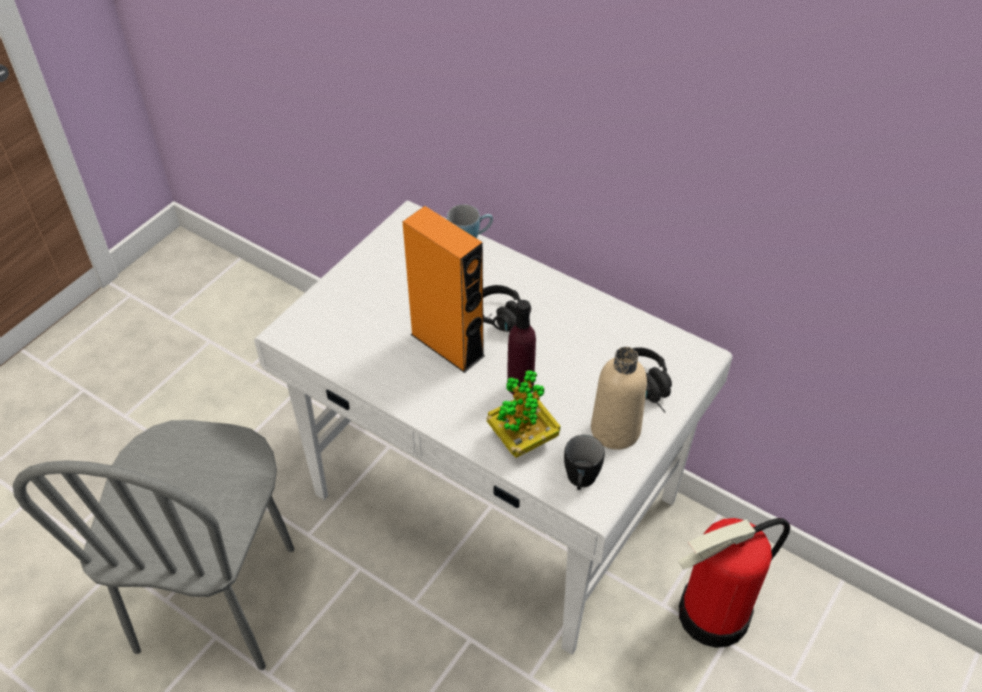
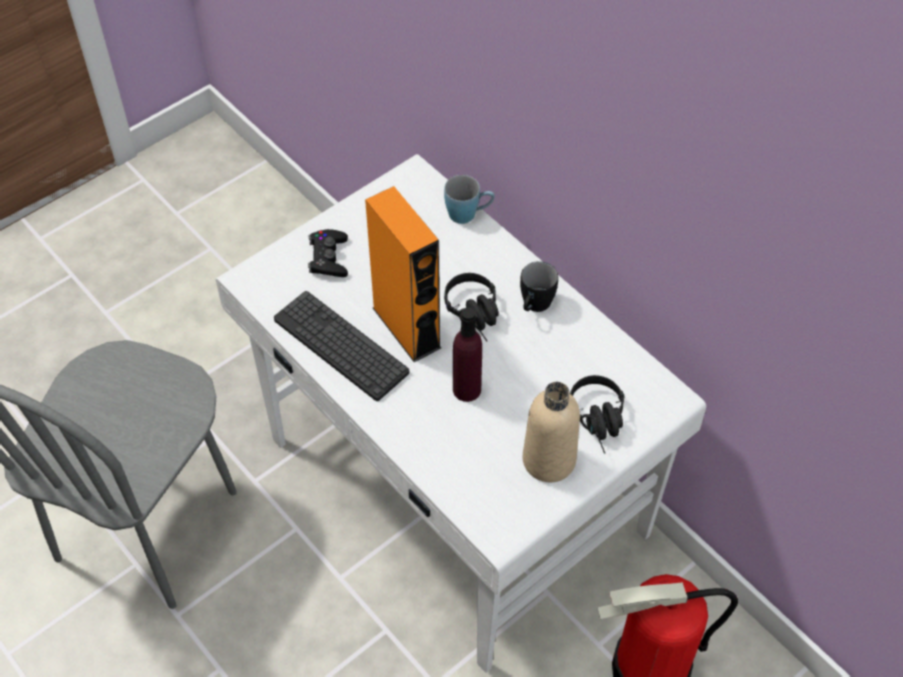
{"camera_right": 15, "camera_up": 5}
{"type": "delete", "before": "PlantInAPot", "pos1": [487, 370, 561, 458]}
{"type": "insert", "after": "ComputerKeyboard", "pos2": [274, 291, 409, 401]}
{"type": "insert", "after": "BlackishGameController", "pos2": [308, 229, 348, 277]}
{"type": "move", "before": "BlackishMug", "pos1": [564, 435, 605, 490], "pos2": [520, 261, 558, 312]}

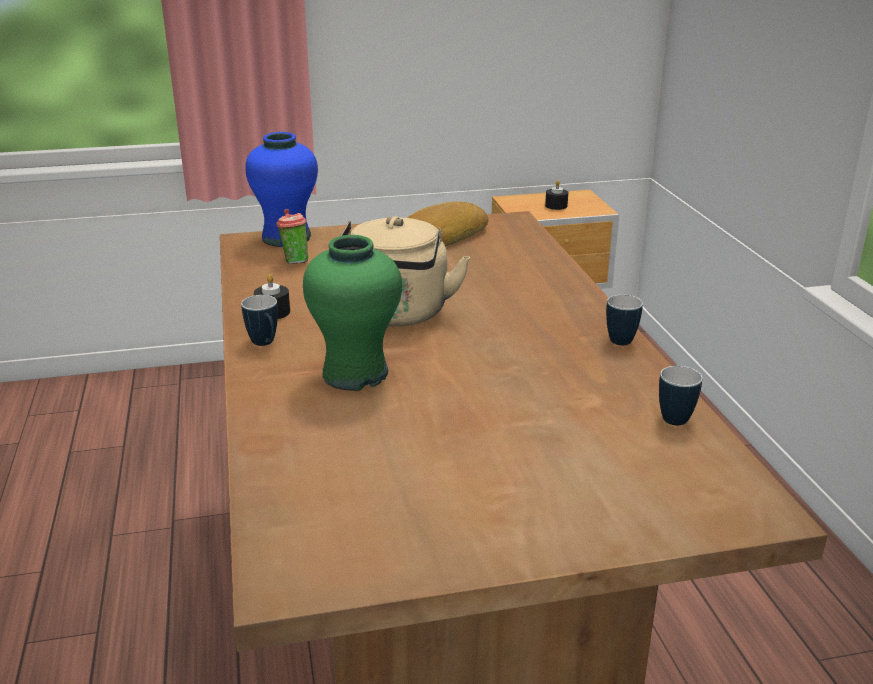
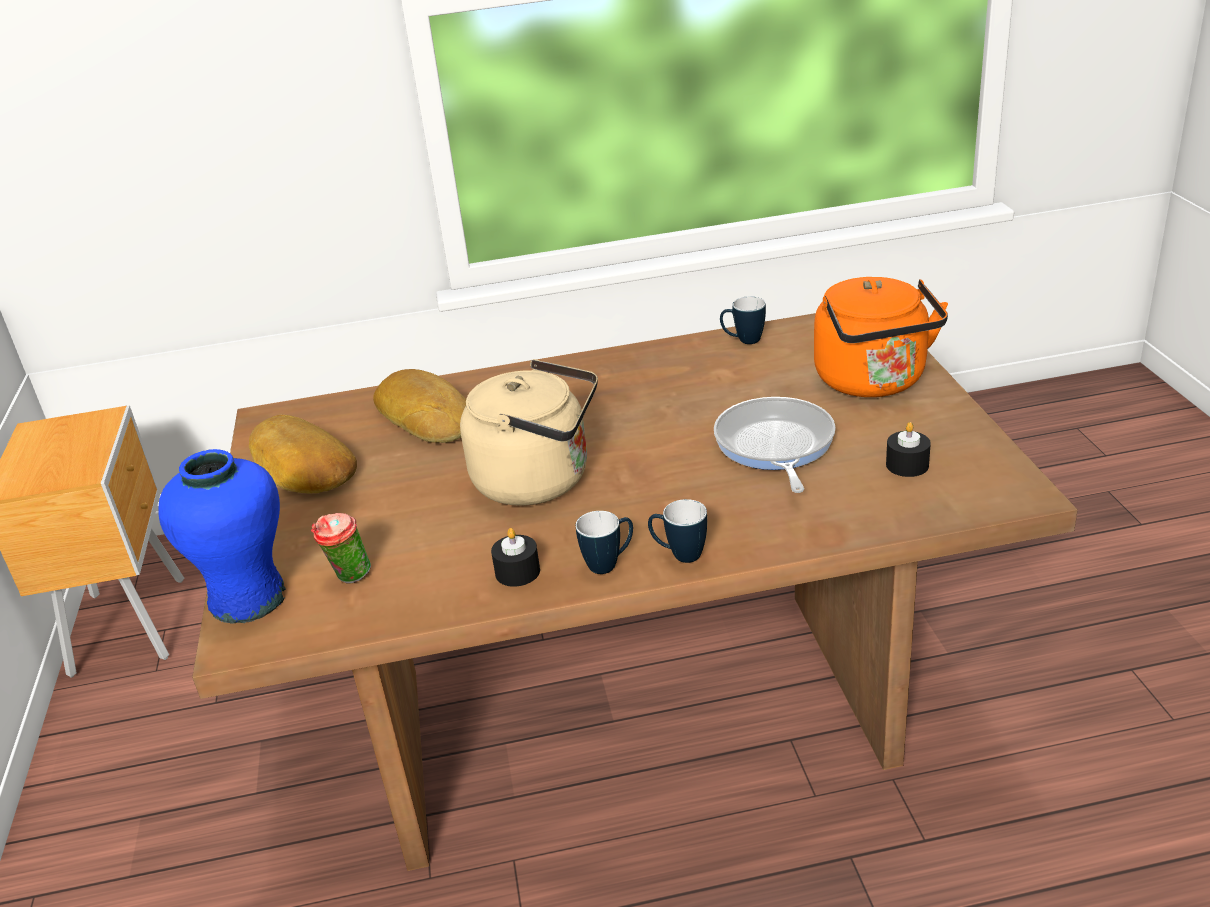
{"camera_right": -85, "camera_up": 5}
{"type": "delete", "before": "GreenVase", "pos1": [303, 235, 402, 391]}
{"type": "insert", "after": "BakedBread", "pos2": [373, 369, 466, 443]}
{"type": "insert", "after": "FryingPan", "pos2": [714, 397, 836, 493]}
{"type": "insert", "after": "OrangeyTeaKettle", "pos2": [814, 277, 948, 397]}
{"type": "move", "before": "BlackishWaxCandle", "pos1": [545, 180, 568, 210], "pos2": [886, 422, 931, 477]}
{"type": "move", "before": "Mug", "pos1": [606, 294, 643, 345], "pos2": [648, 499, 707, 563]}

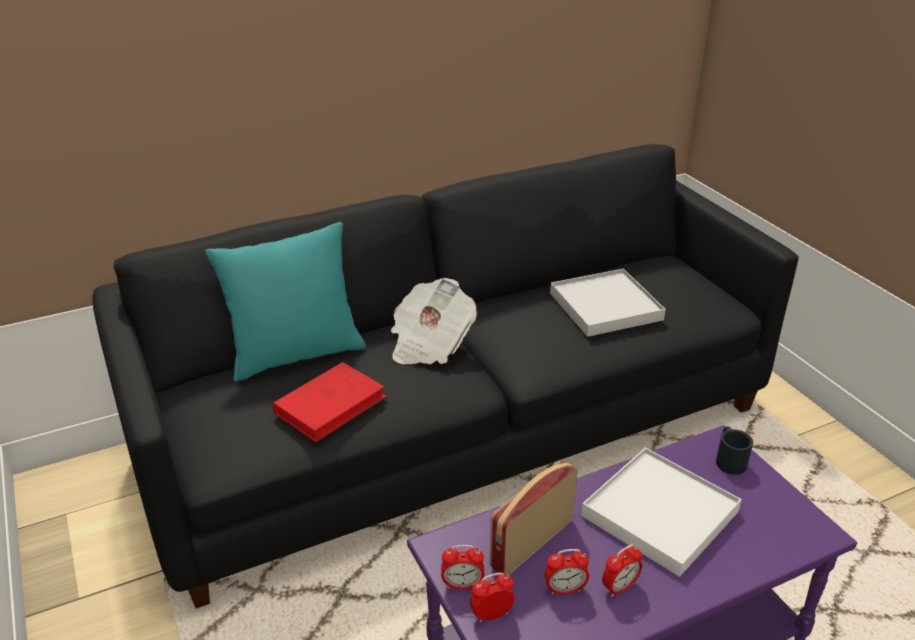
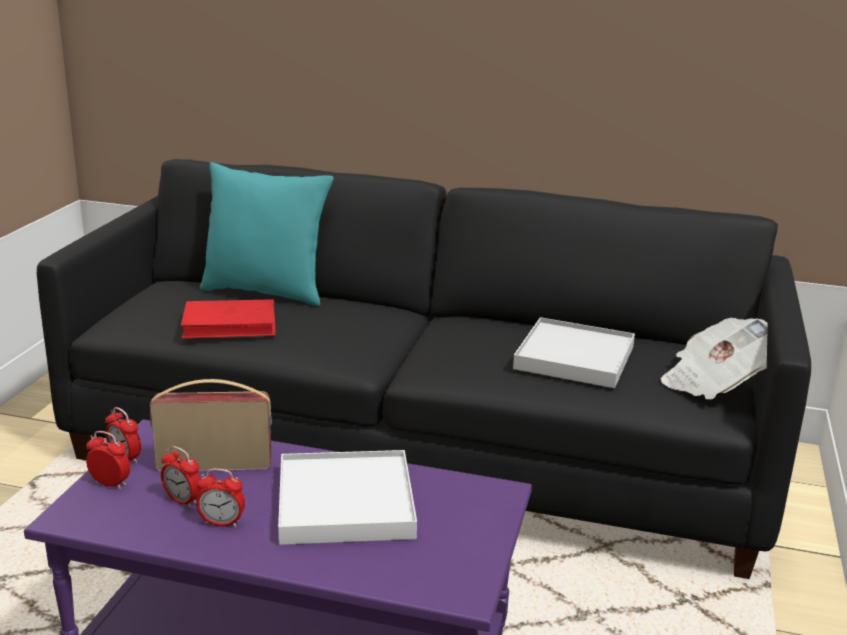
{"camera_right": 40, "camera_up": -10}
{"type": "delete", "before": "BlackishMug", "pos1": [716, 427, 753, 475]}
{"type": "move", "before": "DailyPaper", "pos1": [391, 278, 477, 364], "pos2": [661, 318, 768, 399]}

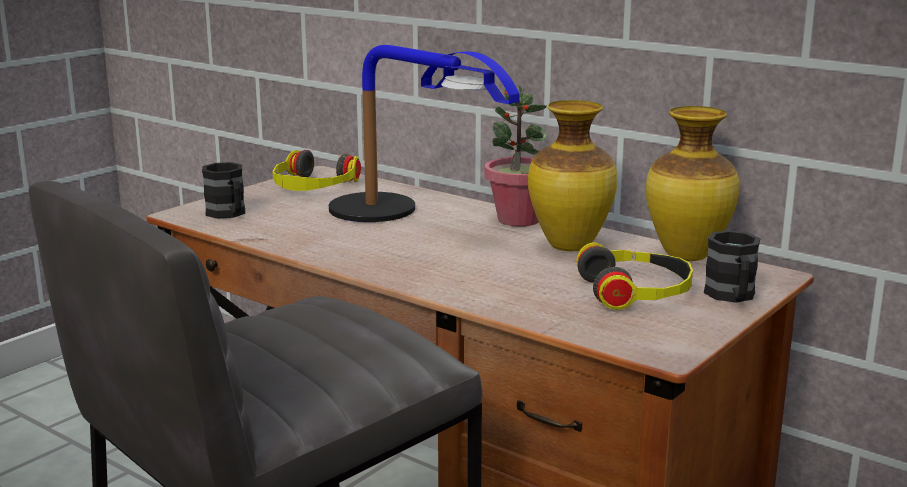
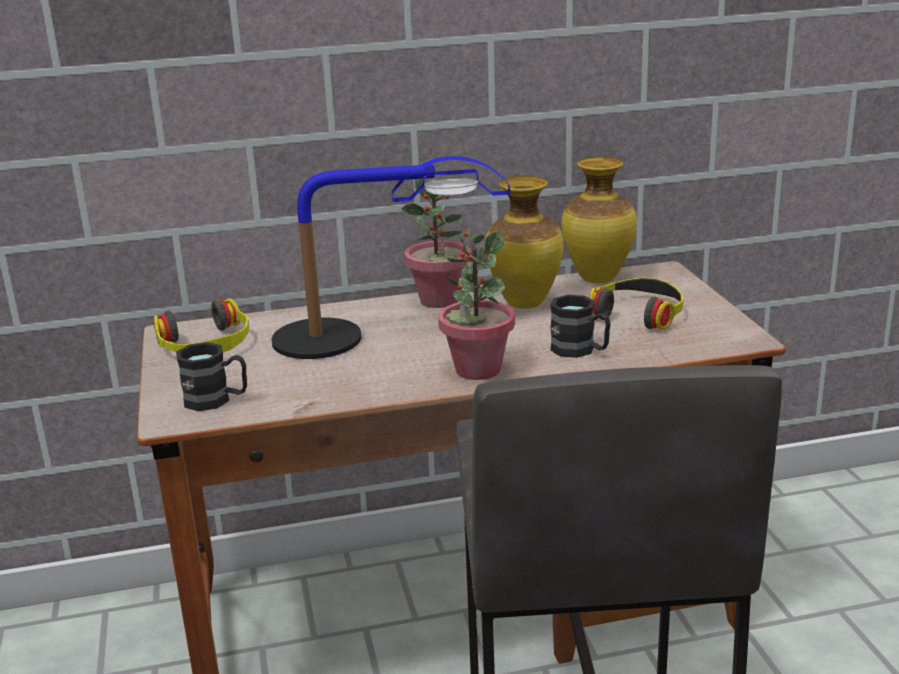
{"camera_right": -50, "camera_up": 5}
{"type": "insert", "after": "PlantInAPot", "pos2": [438, 230, 515, 380]}
{"type": "move", "before": "BlackishMug", "pos1": [704, 230, 761, 303], "pos2": [550, 295, 611, 358]}

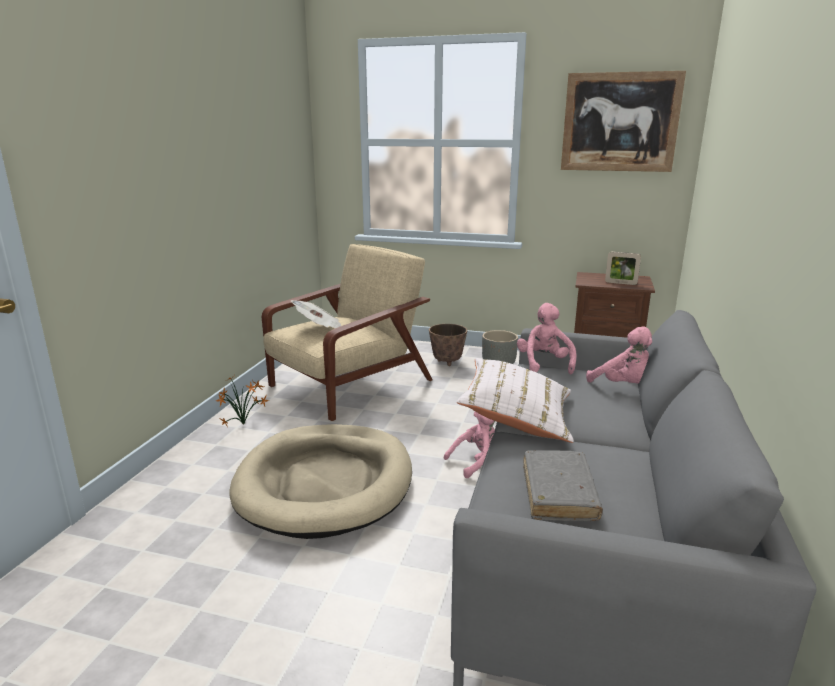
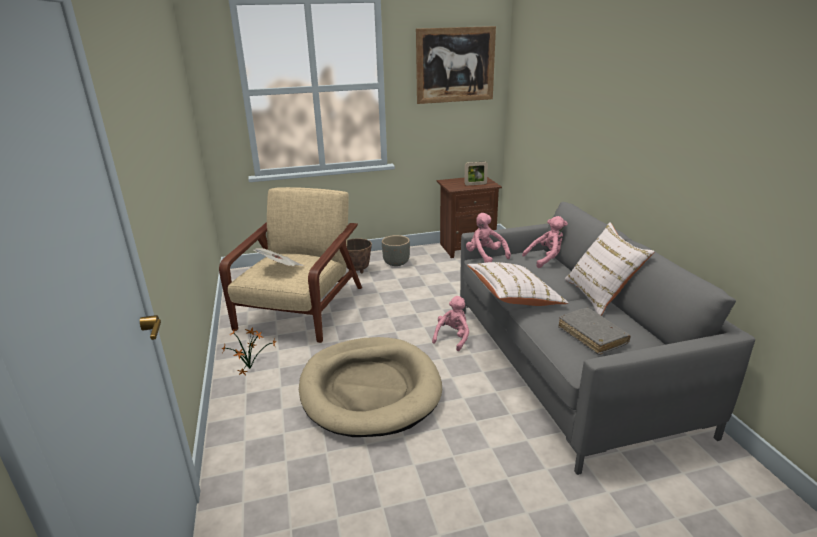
{"camera_right": -30, "camera_up": 5}
{"type": "insert", "after": "WhiteThrowPillow", "pos2": [565, 222, 655, 315]}
{"type": "rotate", "before": "PinkishPlushToy", "pos1": [586, 326, 652, 384], "pos2": [522, 216, 568, 268], "turn": -45}

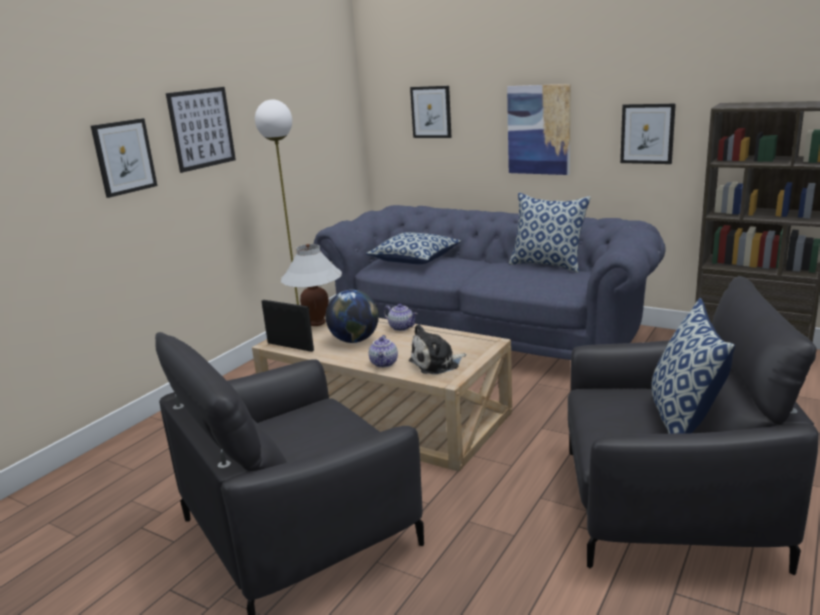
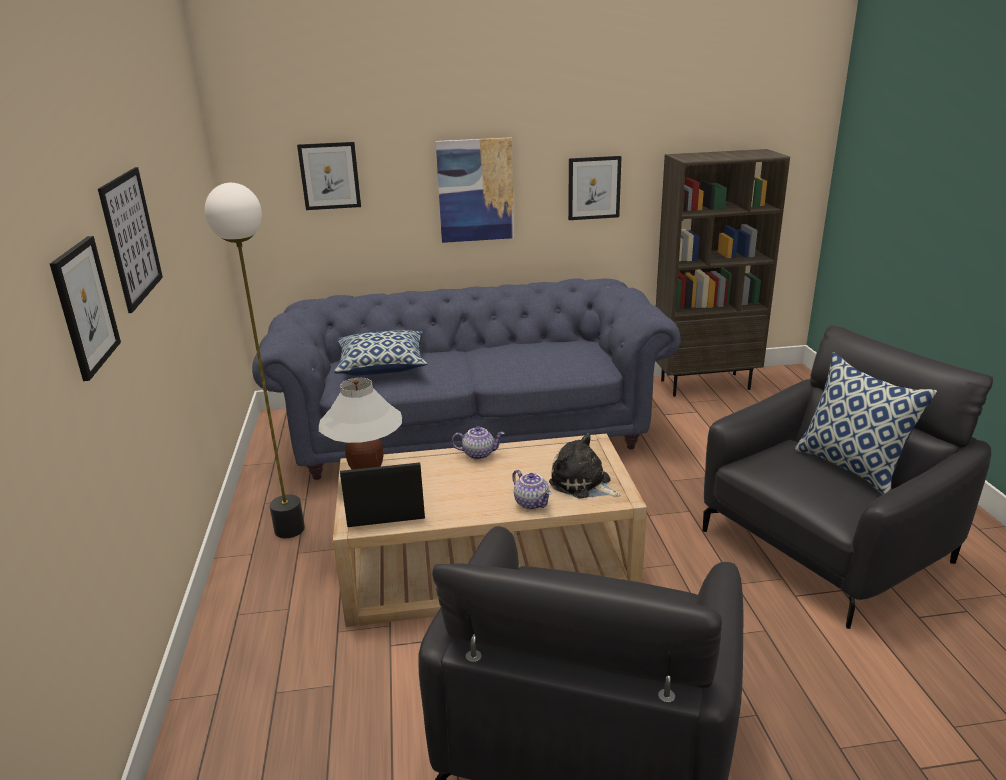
{"camera_right": -40, "camera_up": 5}
{"type": "delete", "before": "DeskGlobe", "pos1": [326, 290, 379, 343]}
{"type": "delete", "before": "ThrowPillow", "pos1": [509, 193, 591, 273]}
{"type": "rotate", "before": "PlushToy", "pos1": [409, 324, 466, 375], "pos2": [549, 433, 621, 499], "turn": 105}

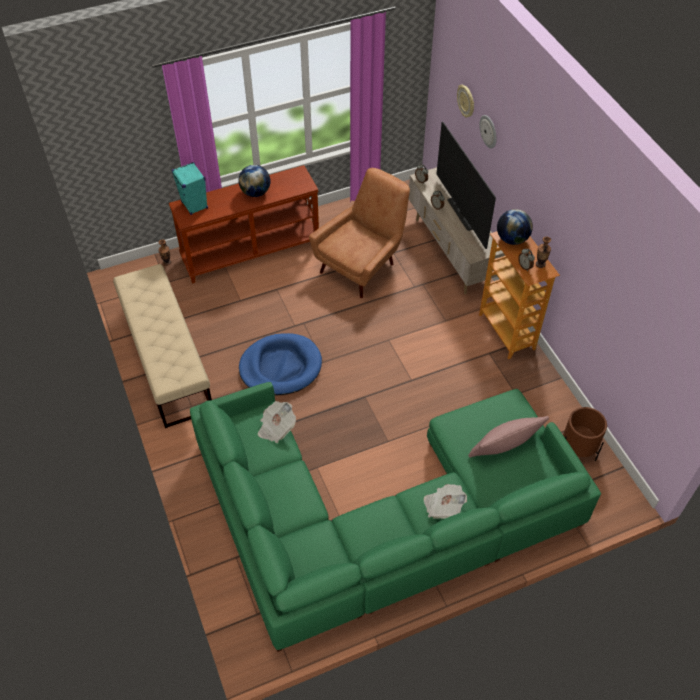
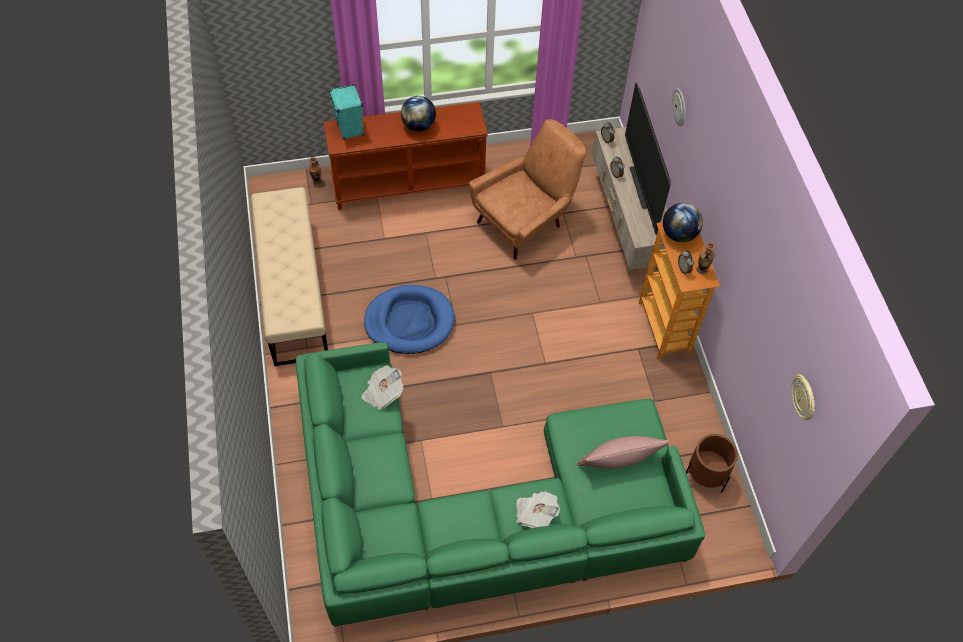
{"camera_right": 10, "camera_up": 5}
{"type": "move", "before": "ClockOnTheWall", "pos1": [457, 85, 474, 118], "pos2": [791, 374, 815, 420]}

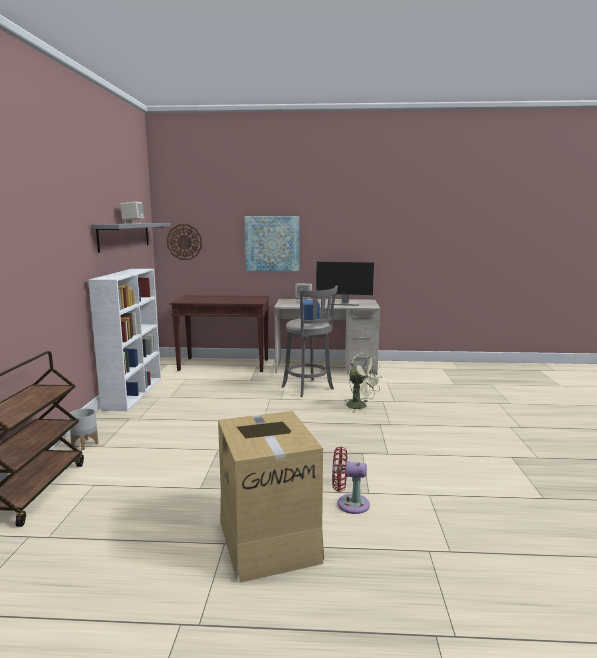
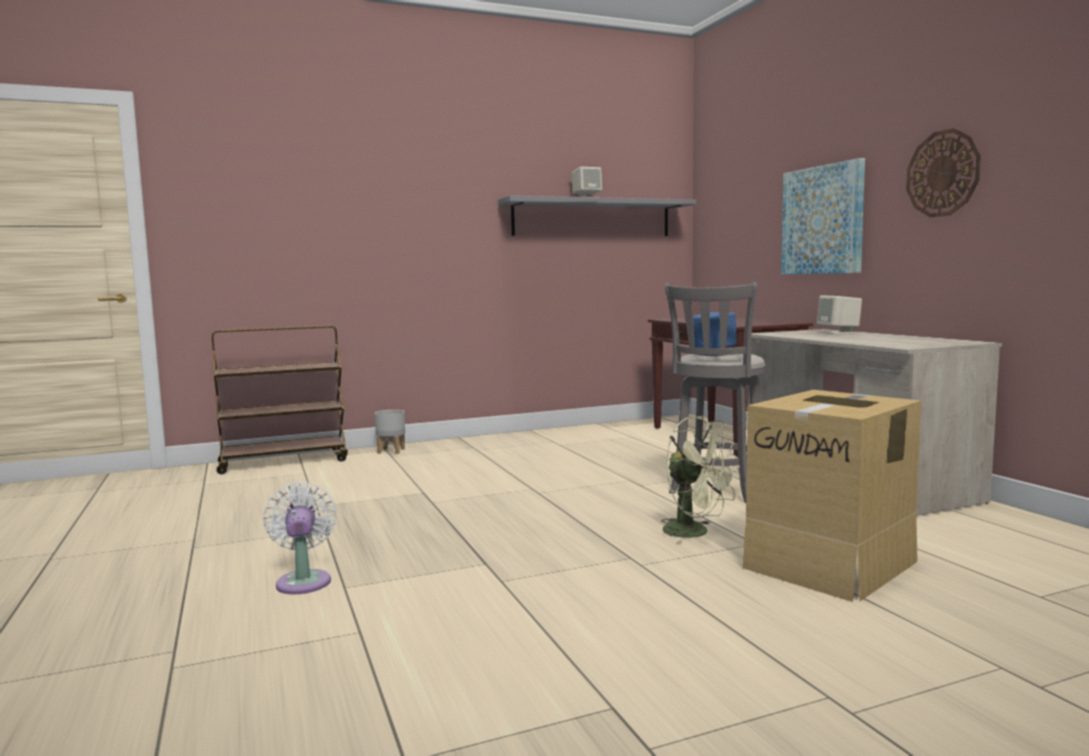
{"camera_right": 65, "camera_up": -5}
{"type": "delete", "before": "WhiteBookcase", "pos1": [88, 269, 161, 411]}
{"type": "delete", "before": "ComputerScreen", "pos1": [316, 262, 374, 306]}
{"type": "move", "before": "ClockOnTheWall", "pos1": [167, 224, 202, 260], "pos2": [906, 128, 981, 217]}
{"type": "move", "before": "PackingBox", "pos1": [218, 411, 324, 583], "pos2": [742, 390, 921, 602]}
{"type": "recolor", "before": "ReddishFan", "after": "WhiteFan", "pos1": [332, 446, 370, 514], "pos2": [263, 482, 337, 594]}
{"type": "rotate", "before": "GreenFan", "pos1": [346, 353, 382, 413], "pos2": [662, 416, 740, 545], "turn": -60}

